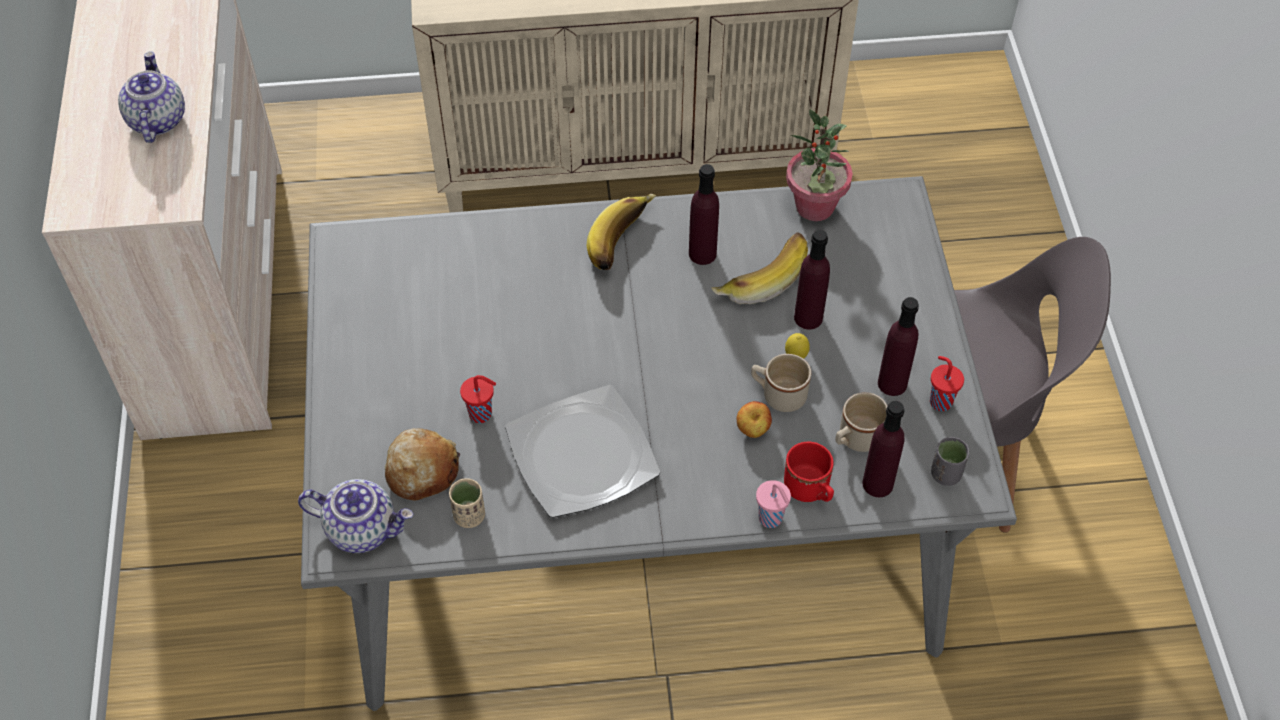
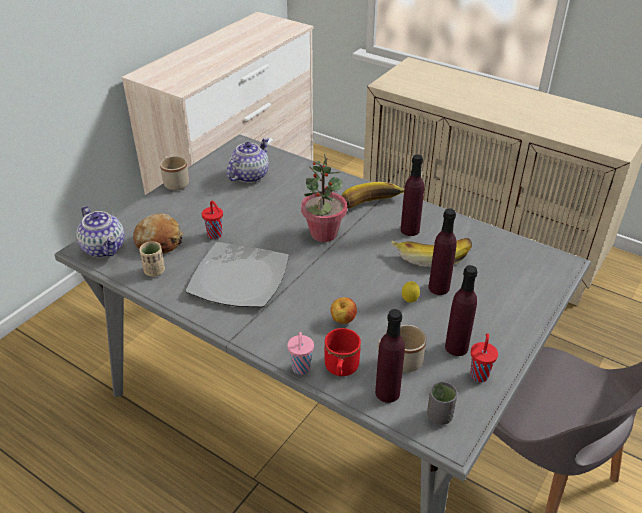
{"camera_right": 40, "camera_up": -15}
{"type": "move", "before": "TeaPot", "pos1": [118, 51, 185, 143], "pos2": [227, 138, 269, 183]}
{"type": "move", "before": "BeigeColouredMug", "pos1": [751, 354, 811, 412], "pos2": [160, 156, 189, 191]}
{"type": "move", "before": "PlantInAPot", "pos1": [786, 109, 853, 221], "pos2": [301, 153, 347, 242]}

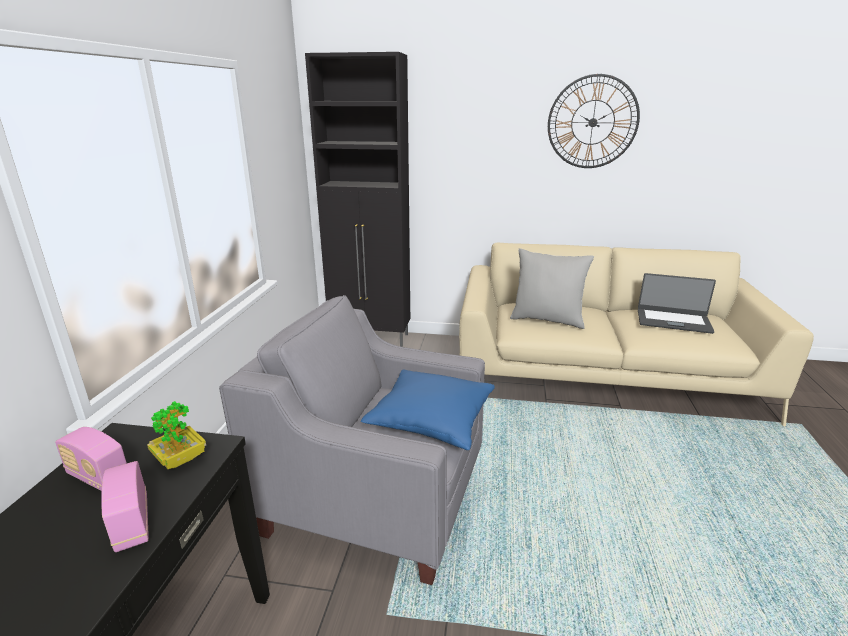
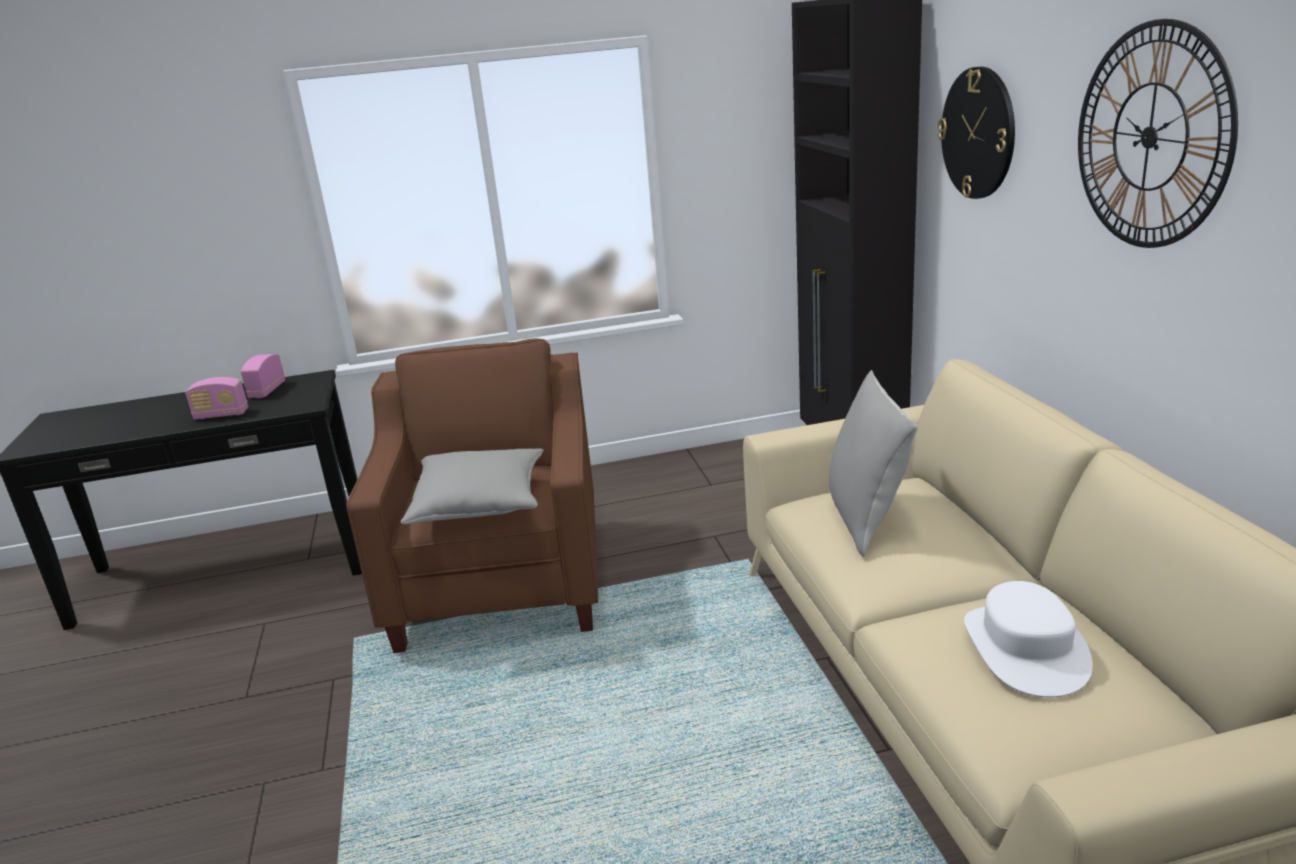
{"camera_right": 70, "camera_up": 0}
{"type": "delete", "before": "PlantInAPot", "pos1": [147, 401, 206, 469]}
{"type": "insert", "after": "ClockOnTheWall", "pos2": [938, 67, 1015, 199]}
{"type": "replace", "before": "PortableComputer", "after": "WhiteHat", "pos1": [638, 273, 716, 334], "pos2": [964, 581, 1093, 698]}
{"type": "recolor", "before": "GreyArmchair", "after": "BrownColouredArmchair", "pos1": [219, 295, 485, 585], "pos2": [346, 338, 598, 653]}
{"type": "recolor", "before": "BluishThrowPillow", "after": "GreyThrowPillow", "pos1": [361, 370, 495, 450], "pos2": [401, 448, 543, 524]}
{"type": "rotate", "before": "RadioSet", "pos1": [101, 461, 149, 552], "pos2": [185, 377, 248, 420], "turn": -135}

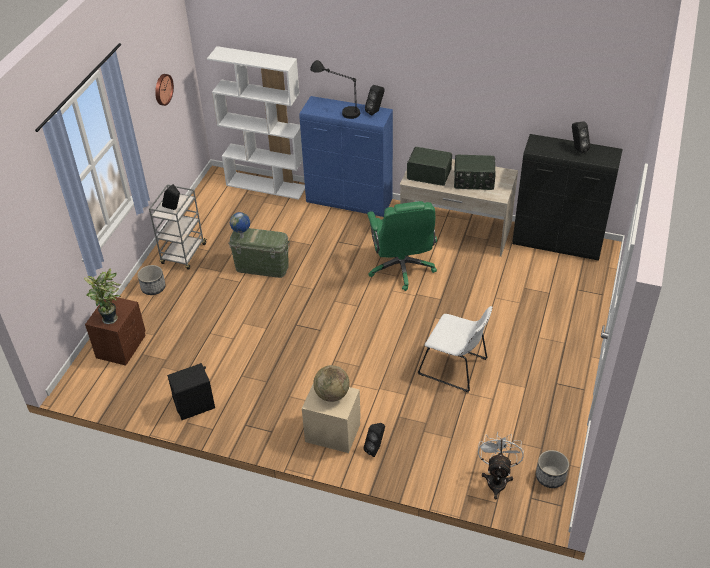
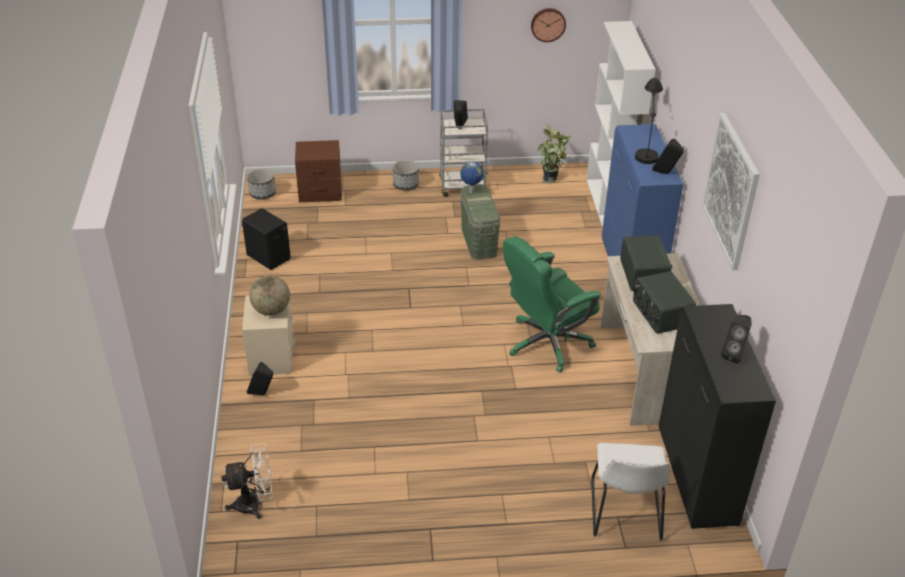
{"camera_right": 65, "camera_up": -5}
{"type": "insert", "after": "Picture", "pos2": [702, 113, 760, 270]}
{"type": "move", "before": "PlantInAPot", "pos1": [84, 268, 122, 324], "pos2": [538, 124, 572, 183]}
{"type": "move", "before": "WhiteUprightChair", "pos1": [418, 306, 493, 392], "pos2": [591, 443, 670, 541]}
{"type": "move", "before": "PlantPot", "pos1": [536, 450, 569, 488], "pos2": [247, 168, 276, 199]}

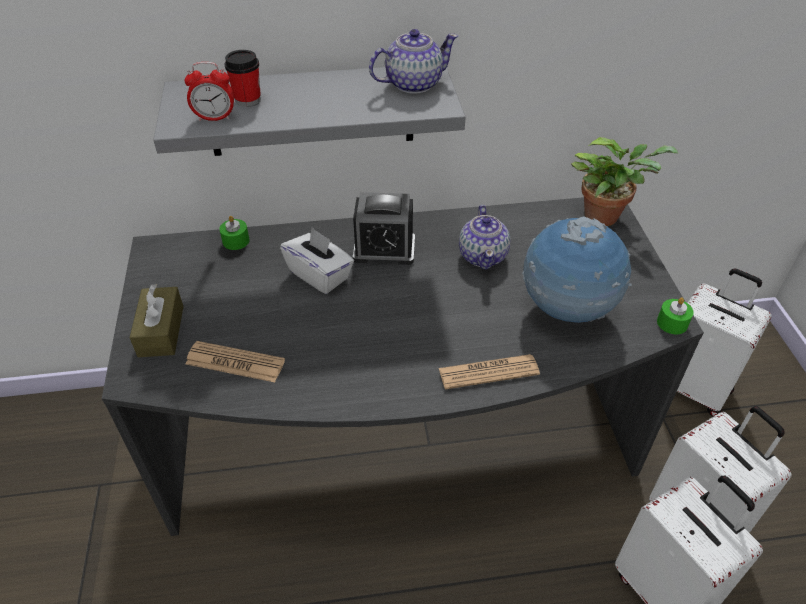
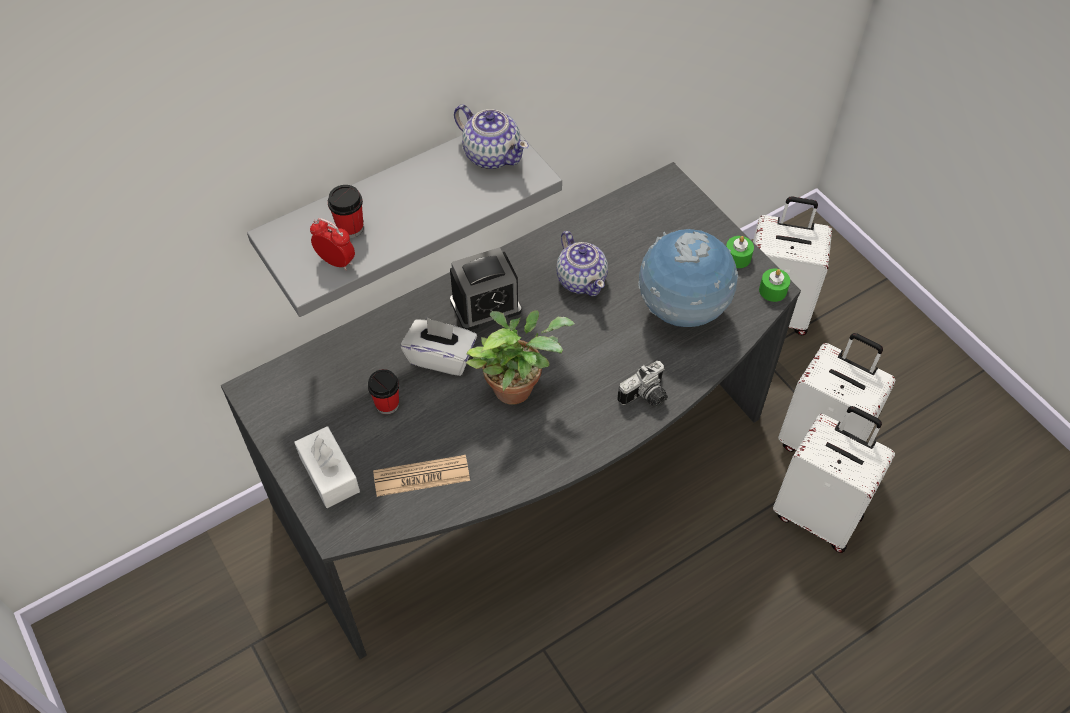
{"camera_right": -25, "camera_up": 10}
{"type": "insert", "after": "SmallCup", "pos2": [367, 369, 399, 414]}
{"type": "move", "before": "GreenWaxCandle", "pos1": [219, 216, 250, 250], "pos2": [726, 236, 754, 268]}
{"type": "move", "before": "PlantInAPot", "pos1": [571, 137, 679, 226], "pos2": [466, 310, 575, 405]}
{"type": "replace", "before": "DailyPaper", "after": "PhotoCamera", "pos1": [439, 354, 540, 389], "pos2": [617, 361, 667, 407]}
{"type": "recolor", "before": "BrownColouredTissueBox", "after": "WhiteTissueBox", "pos1": [129, 284, 184, 357], "pos2": [294, 426, 360, 508]}
{"type": "rotate", "before": "TableClock", "pos1": [184, 62, 234, 121], "pos2": [310, 218, 355, 270], "turn": -120}
{"type": "rotate", "before": "TeaPot", "pos1": [369, 29, 458, 94], "pos2": [454, 104, 529, 169], "turn": 90}

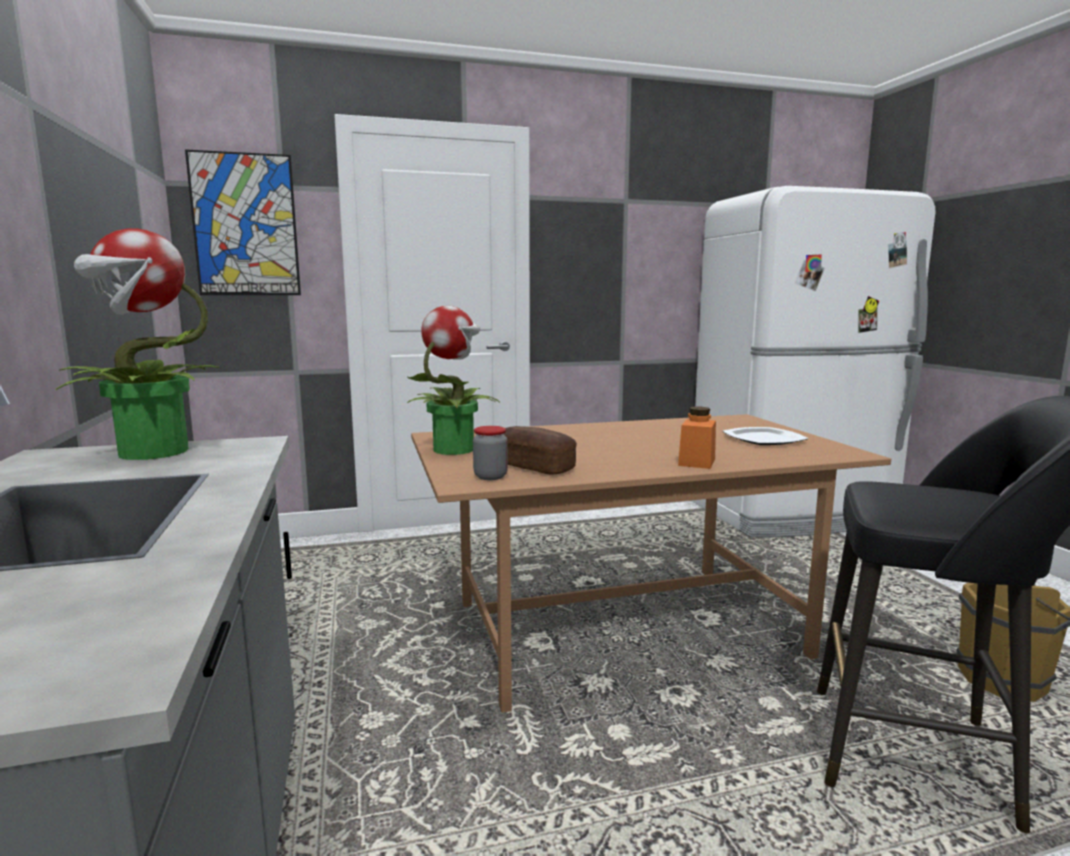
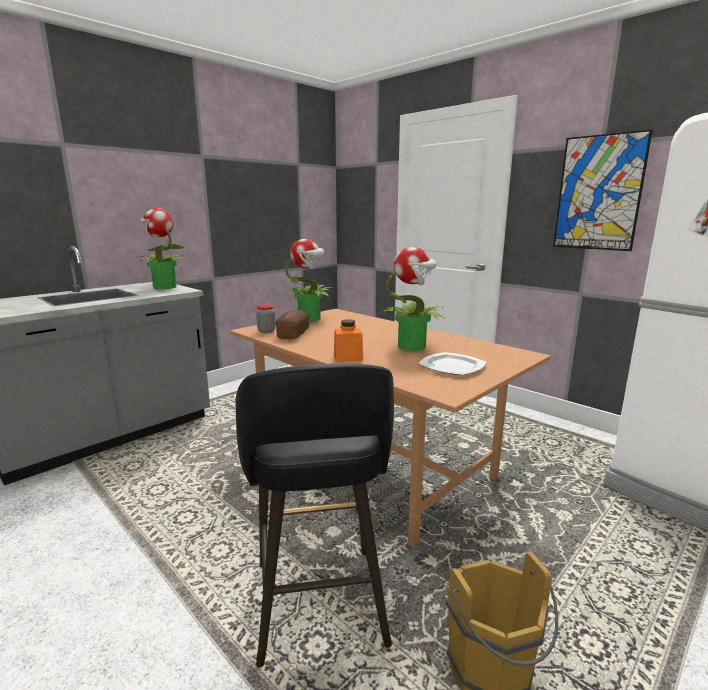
{"camera_right": 60, "camera_up": 5}
{"type": "insert", "after": "PlantInAPot", "pos2": [384, 247, 445, 351]}
{"type": "move", "before": "Picture", "pos1": [185, 149, 301, 295], "pos2": [553, 130, 653, 251]}

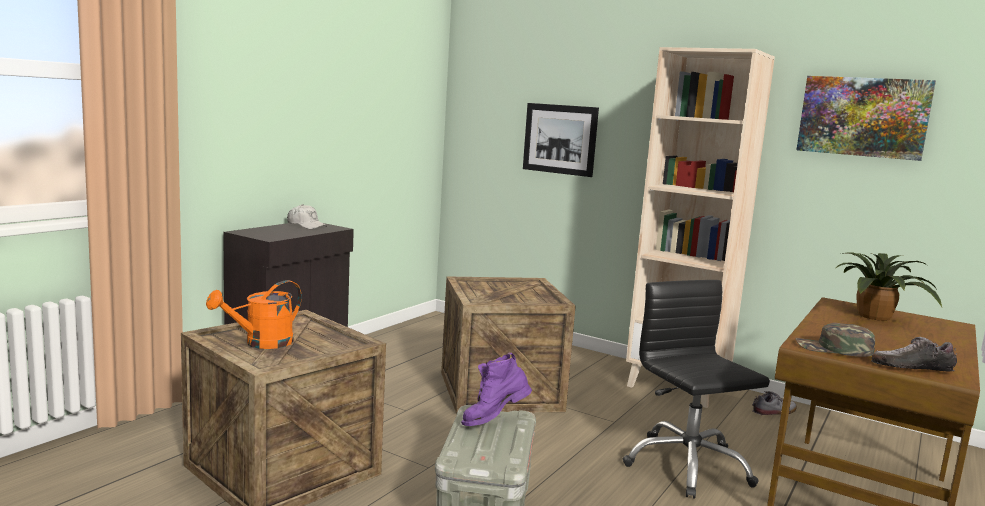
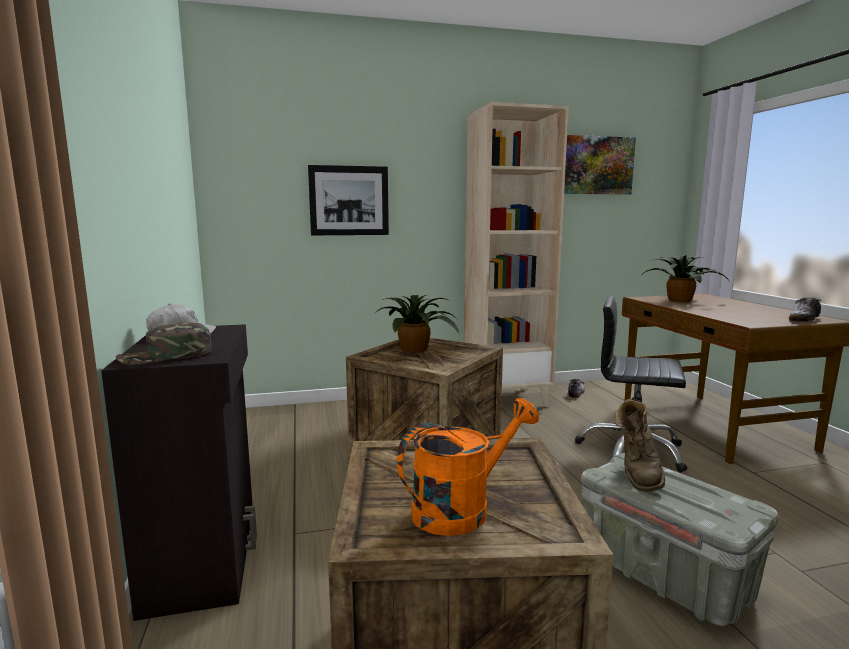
{"camera_right": -45, "camera_up": 0}
{"type": "insert", "after": "PlantInAPot", "pos2": [375, 295, 459, 353]}
{"type": "move", "before": "GreenBaseballCap", "pos1": [796, 323, 875, 357], "pos2": [116, 322, 212, 365]}
{"type": "recolor", "before": "PurpleTallBoot", "after": "BrownColouredTallBoot", "pos1": [461, 353, 532, 426], "pos2": [614, 398, 665, 492]}
{"type": "rotate", "before": "OrangeyWateringPot", "pos1": [206, 280, 302, 349], "pos2": [397, 398, 539, 536], "turn": -120}

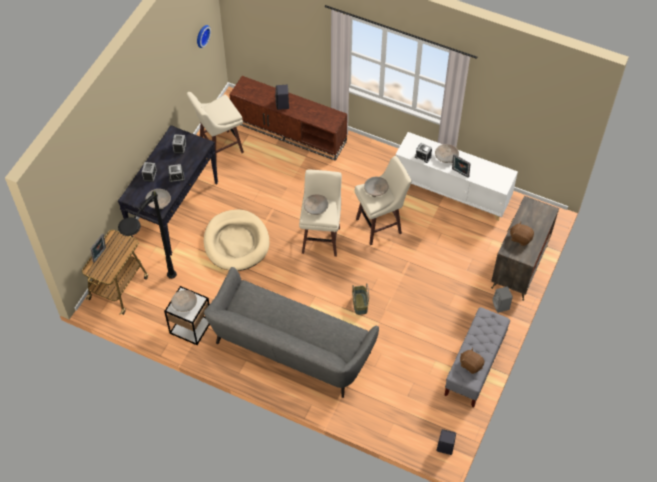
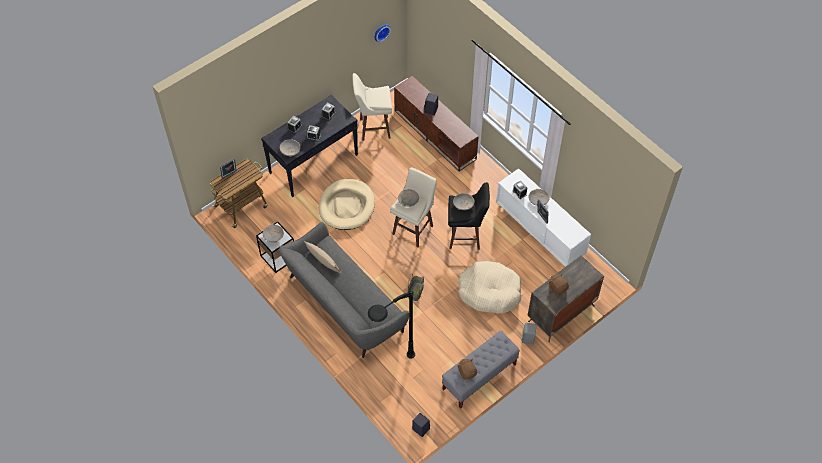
{"camera_right": 25, "camera_up": 0}
{"type": "insert", "after": "BeigeColouredThrowPillow", "pos2": [304, 241, 341, 273]}
{"type": "insert", "after": "BeigeColouredDogCushion", "pos2": [458, 261, 521, 313]}
{"type": "move", "before": "BlackishStandardLamp", "pos1": [118, 191, 177, 279], "pos2": [368, 289, 415, 359]}
{"type": "recolor", "before": "BeigeColouredSittingStool", "after": "BlackishSittingStool", "pos1": [354, 156, 412, 245], "pos2": [448, 182, 490, 250]}

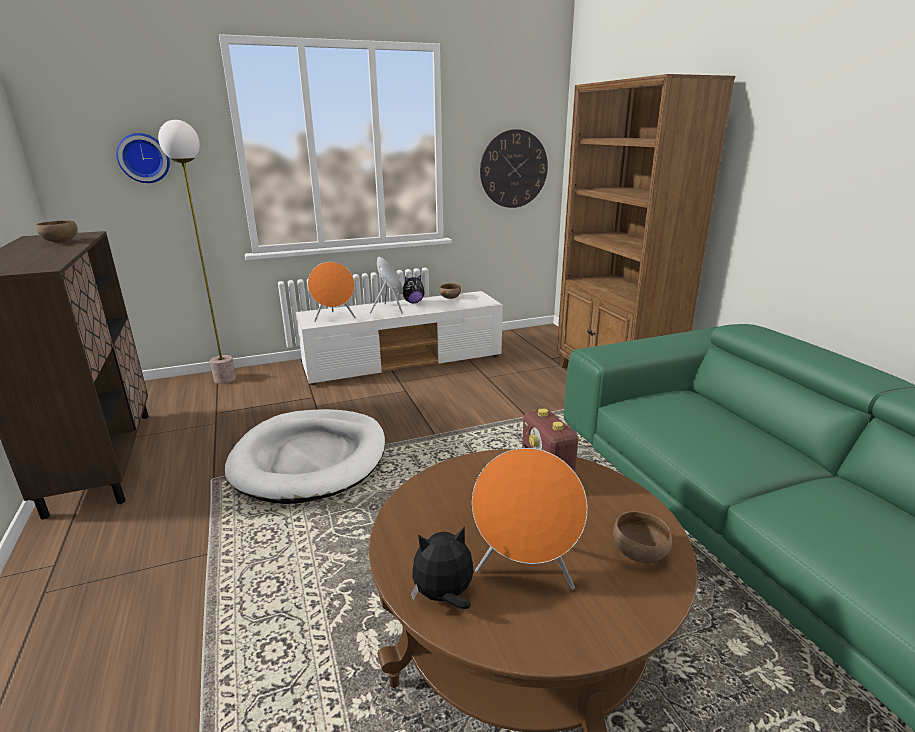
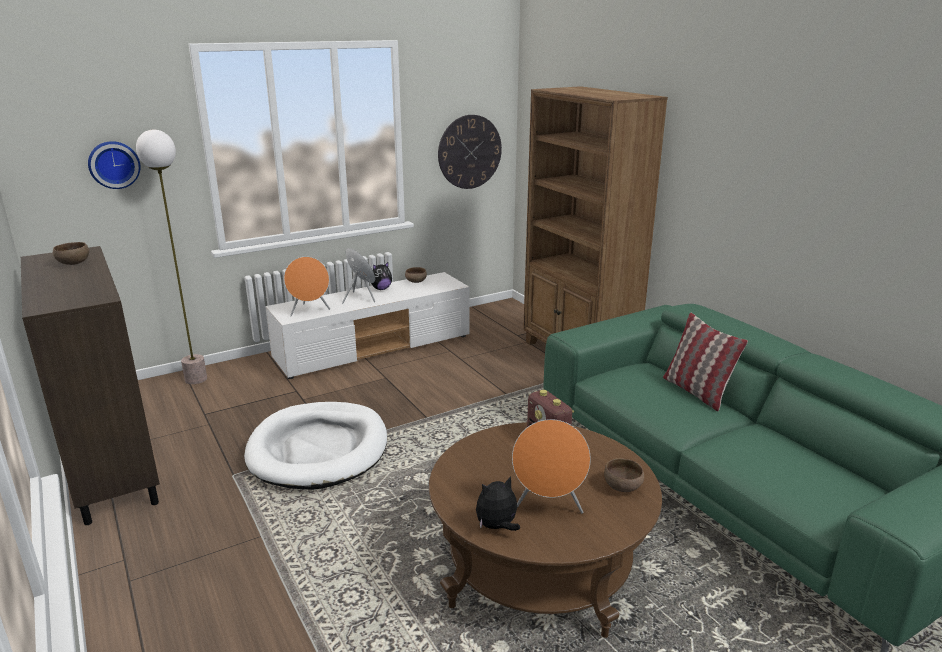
{"camera_right": -10, "camera_up": 0}
{"type": "insert", "after": "ThrowPillow", "pos2": [663, 313, 748, 411]}

